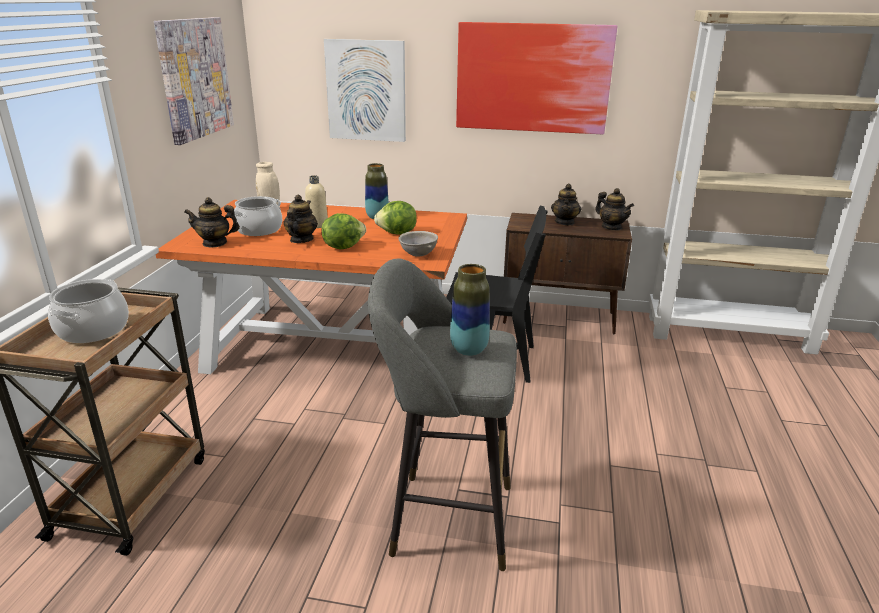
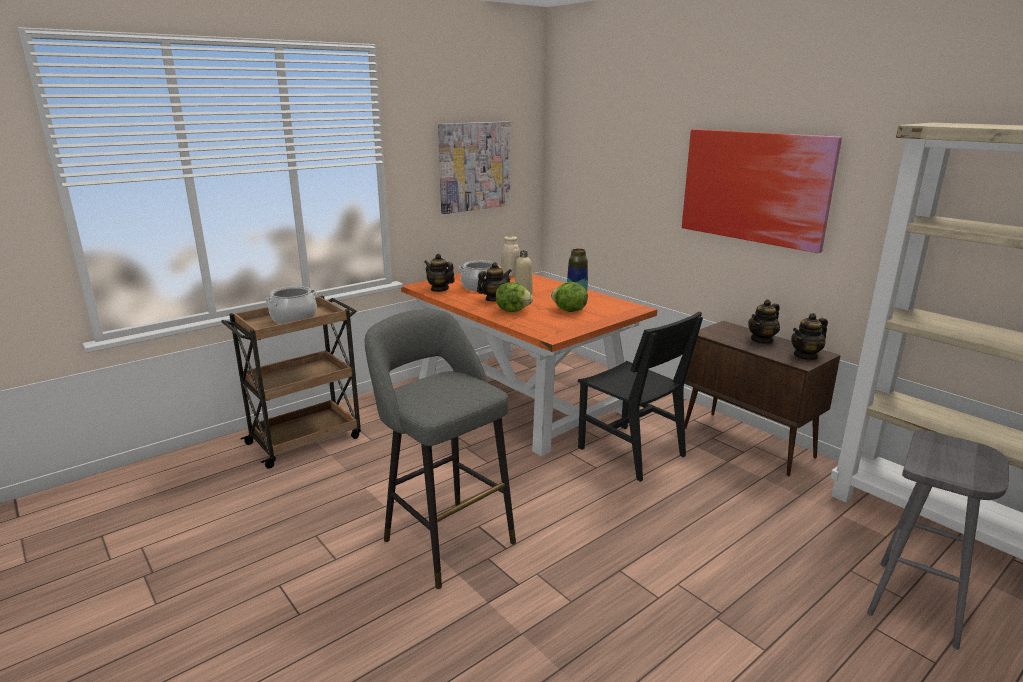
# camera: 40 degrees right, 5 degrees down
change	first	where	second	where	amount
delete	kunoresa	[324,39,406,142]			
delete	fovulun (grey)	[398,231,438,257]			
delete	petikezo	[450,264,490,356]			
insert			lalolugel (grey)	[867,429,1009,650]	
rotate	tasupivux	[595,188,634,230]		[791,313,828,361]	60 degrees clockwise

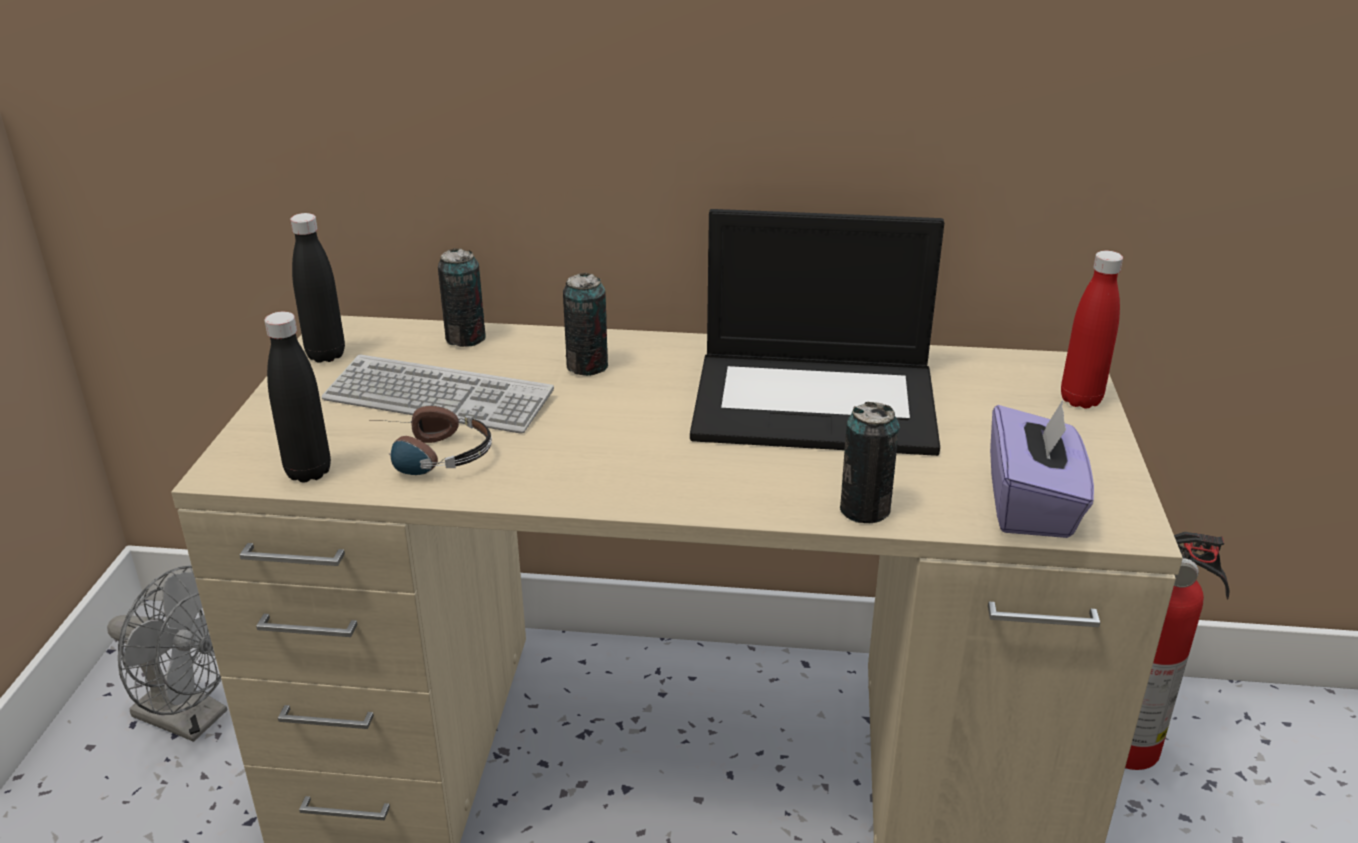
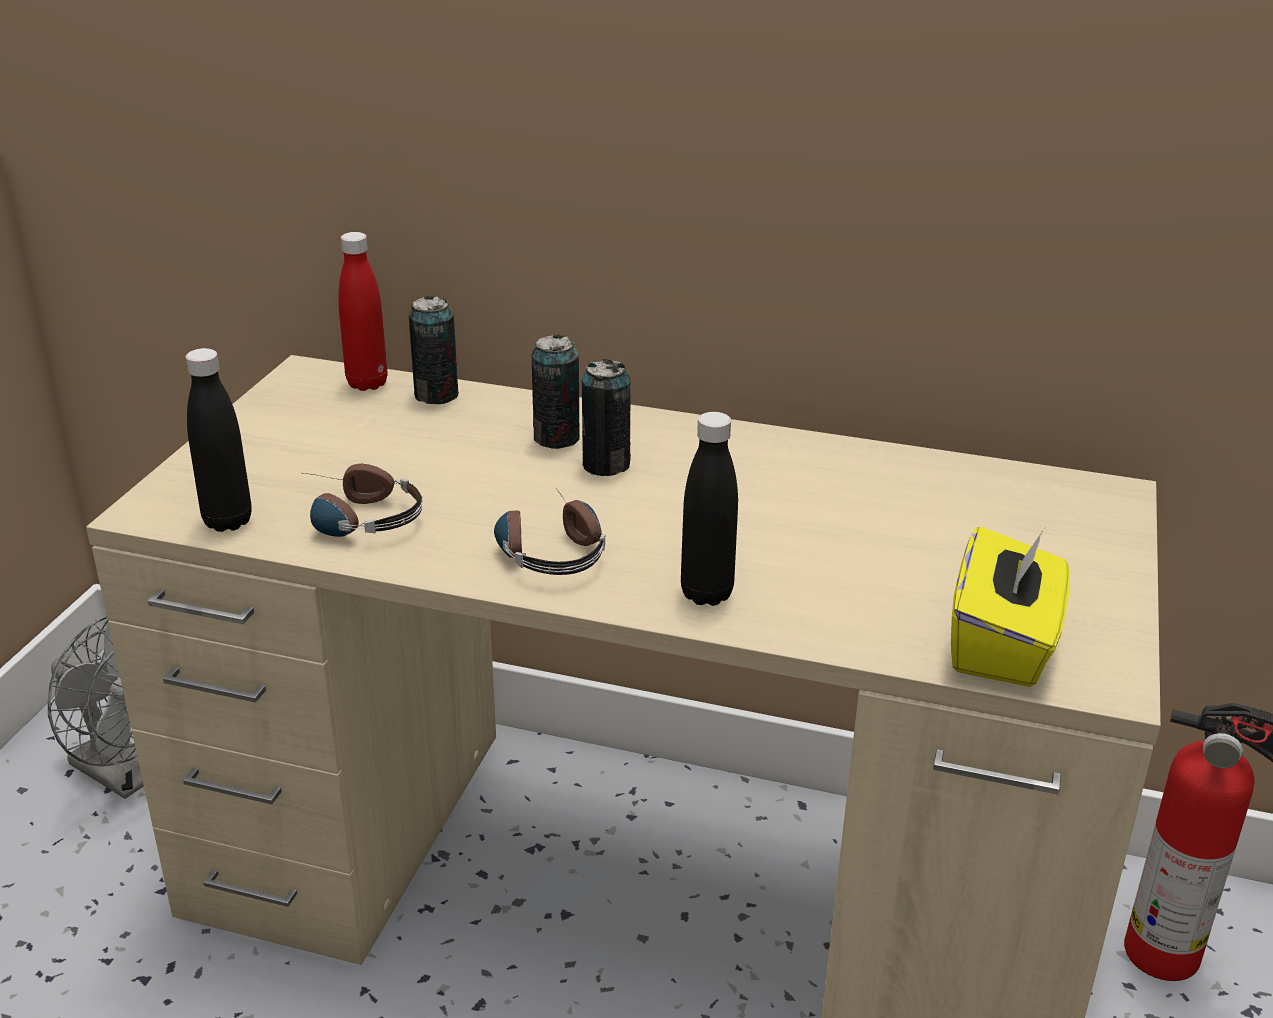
# camera: 10 degrees right, 0 degrees up
change	first	where	second	where	amount
delete	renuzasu	[322,355,554,434]			
delete	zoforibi	[690,209,944,456]			
insert			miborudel	[494,488,605,575]	
move	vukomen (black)	[290,213,345,363]		[681,412,738,606]	
move	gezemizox	[840,402,900,523]		[582,359,631,476]	
move	vukomen (red)	[1061,251,1123,409]		[338,232,388,391]	
recolor	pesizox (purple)	[990,400,1094,538]	pesizox (yellow)	[951,527,1070,687]	

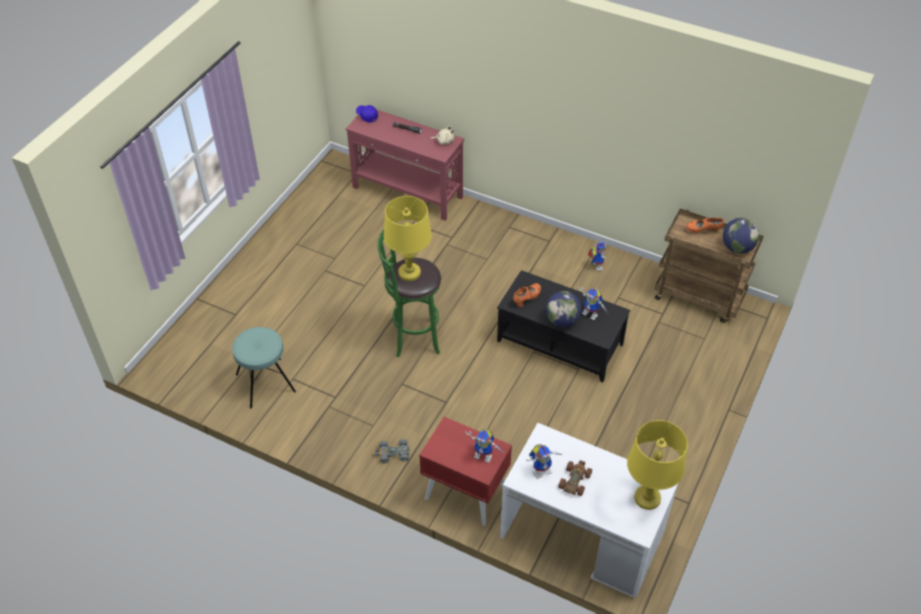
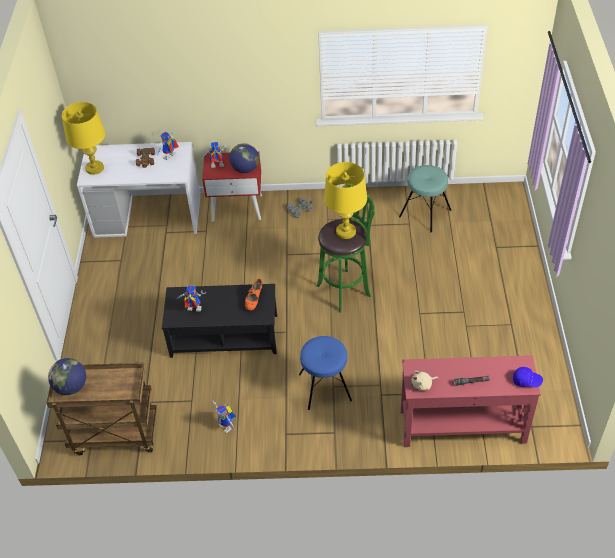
# camera: 155 degrees right, 0 degrees up
change	first	where	second	where	amount
delete	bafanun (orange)	[686,217,724,233]			
insert			lalolugel (blue)	[299,336,352,410]	
move	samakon	[546,291,582,327]		[229,143,259,173]	

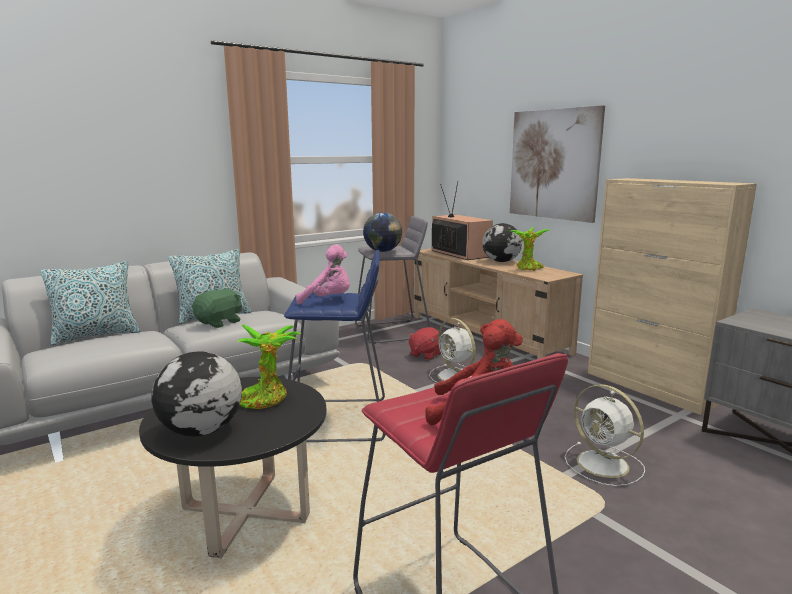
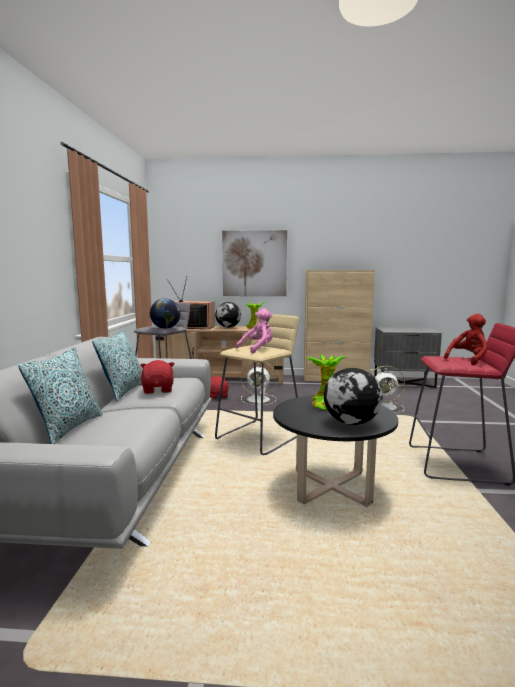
# camera: 50 degrees left, 5 degrees down
change	first	where	second	where	amount
recolor	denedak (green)	[193,289,242,328]	denedak (red)	[140,360,175,394]	
recolor	lalolugel (blue)	[284,250,385,442]	lalolugel (beige)	[215,314,299,455]	

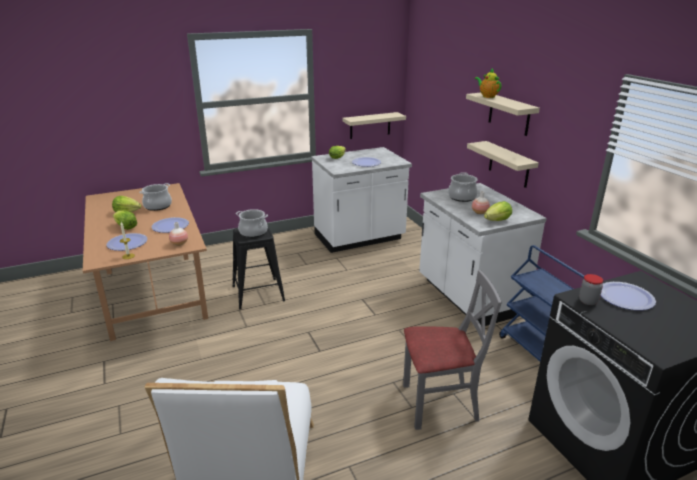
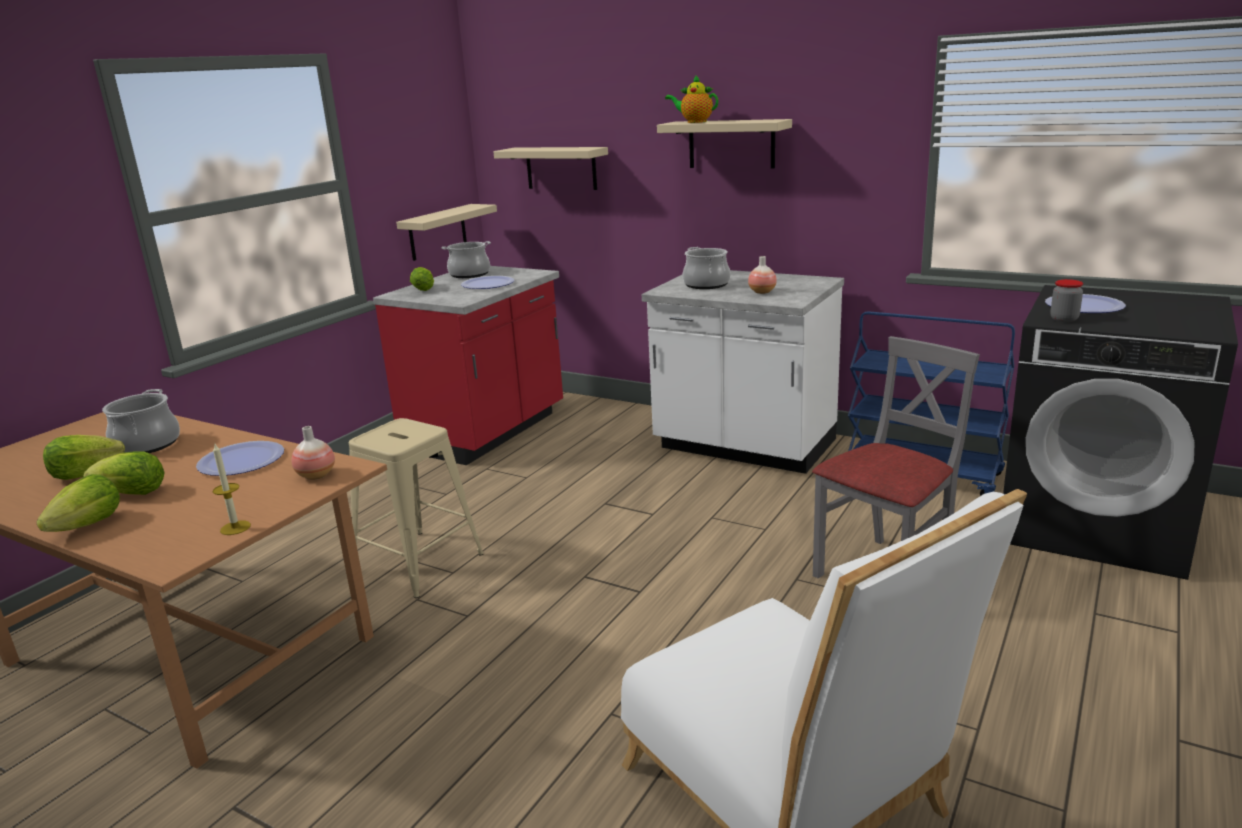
# camera: 35 degrees left, 5 degrees down
change	first	where	second	where	amount
delete	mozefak	[107,233,147,251]			
move	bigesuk	[236,209,268,238]		[441,241,491,278]	
move	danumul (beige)	[467,141,539,188]		[493,147,608,190]	
move	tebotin	[484,201,512,221]		[36,474,120,532]	
recolor	lalolugel (black)	[232,227,285,310]	lalolugel (beige)	[349,418,484,598]	
recolor	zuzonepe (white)	[311,147,412,253]	zuzonepe (red)	[373,266,563,465]	

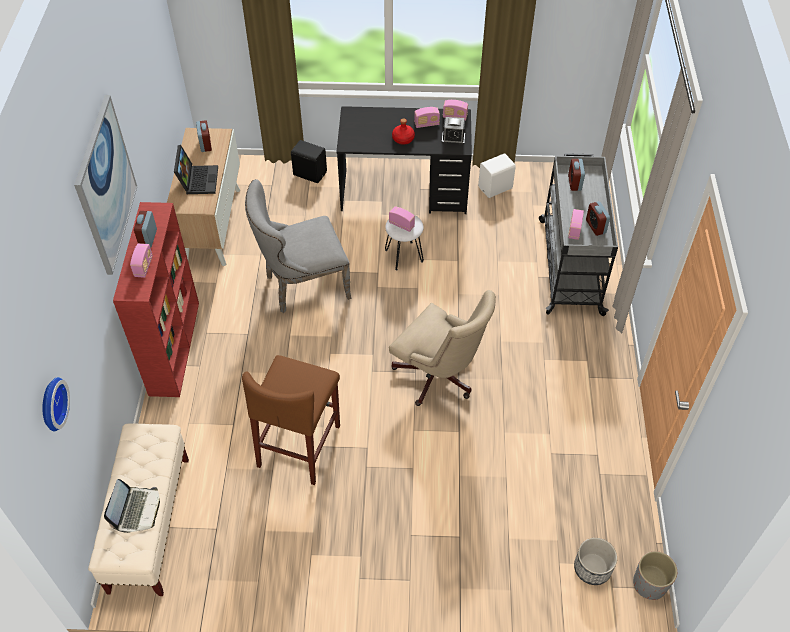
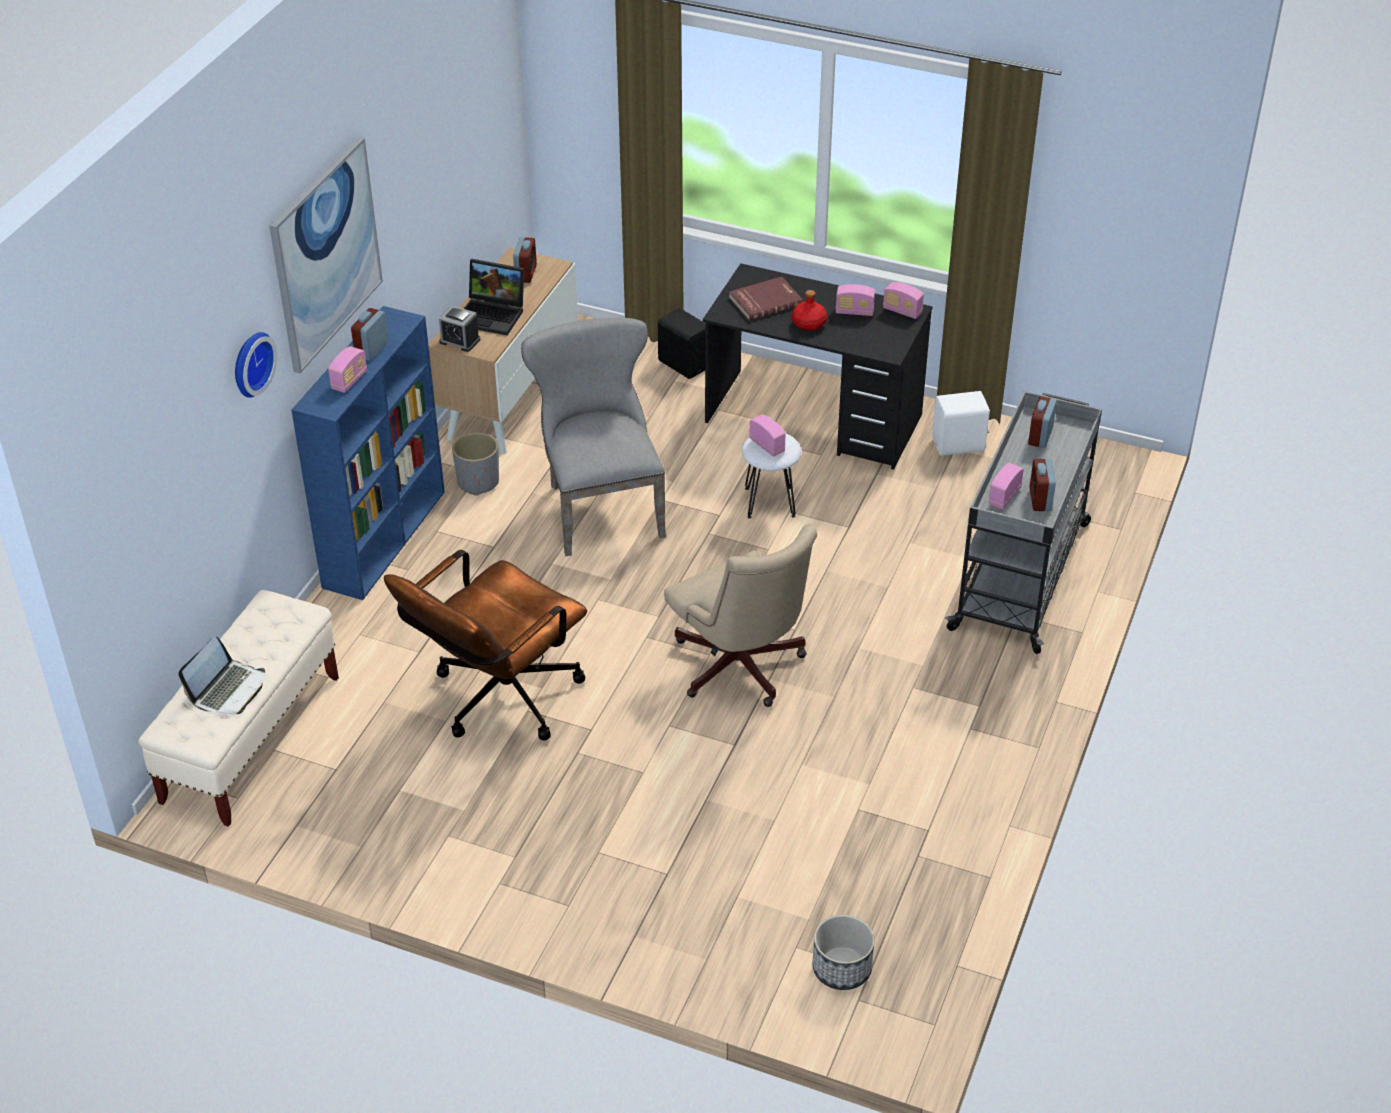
# camera: 20 degrees right, 10 degrees down
change	first	where	second	where	amount
insert			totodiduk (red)	[729,277,803,321]	
move	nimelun	[43,377,70,432]		[235,332,277,398]	
move	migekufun	[442,117,465,145]		[439,305,480,352]	
move	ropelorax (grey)	[633,551,677,600]		[452,432,499,496]	
replace	lalolugel (brown)	[242,355,340,485]	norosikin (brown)	[384,550,587,740]	
recolor	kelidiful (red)	[113,202,199,397]	kelidiful (blue)	[291,306,445,600]	
rotate	zoforibi	[174,145,218,194]		[464,259,524,336]	90 degrees clockwise
rotate	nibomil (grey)	[245,179,351,313]		[521,318,666,556]	75 degrees clockwise

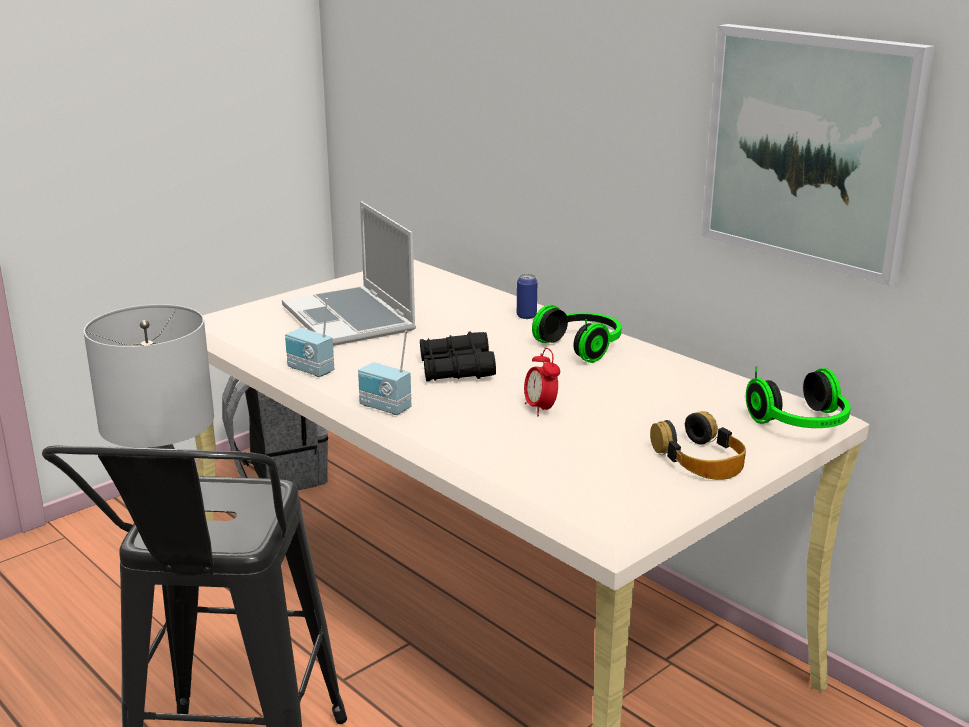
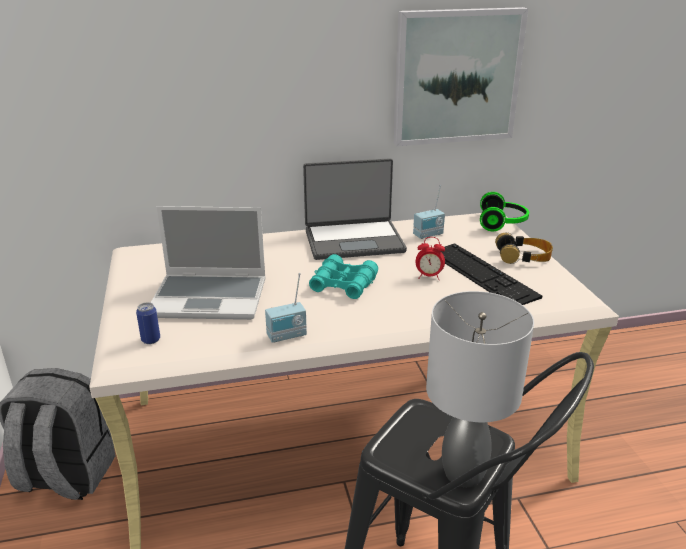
# camera: 60 degrees left, 5 degrees up
change	first	where	second	where	amount
insert			renuzasu	[441,243,542,305]	
move	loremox	[358,331,411,415]		[413,185,445,239]	
move	gezemizox	[517,274,537,319]		[136,302,160,344]	
replace	miborudel	[532,305,622,363]	zoforibi	[303,158,407,260]	
recolor	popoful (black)	[420,331,496,382]	popoful (turquoise)	[309,254,378,299]	

